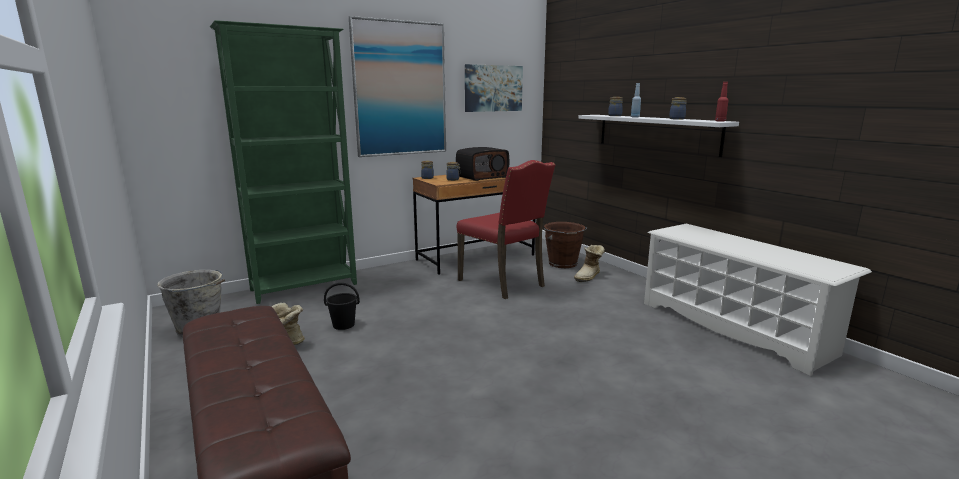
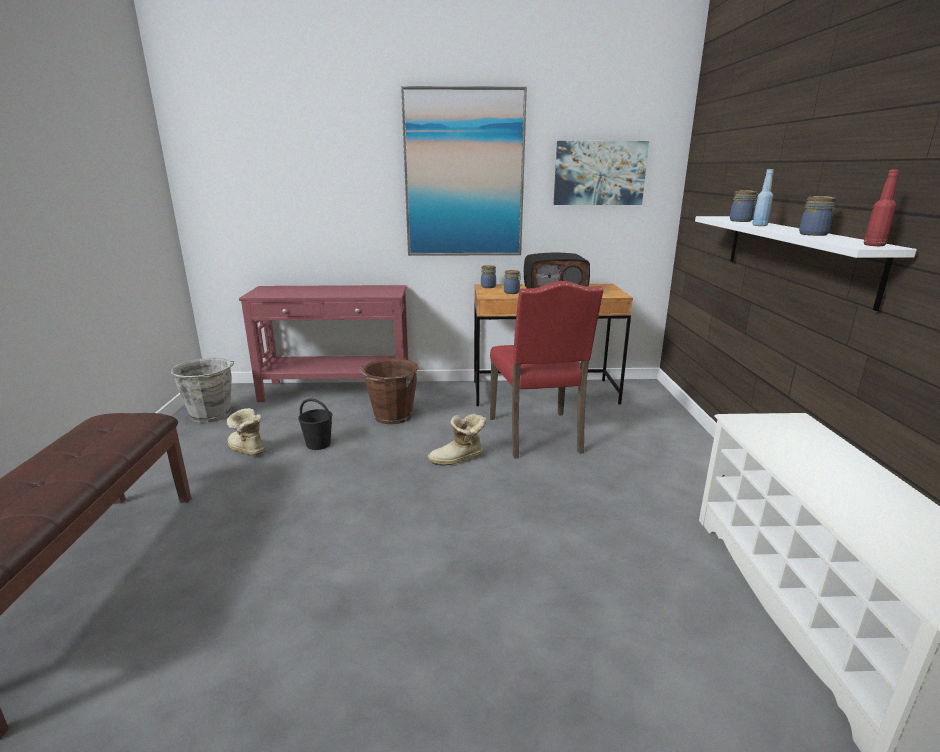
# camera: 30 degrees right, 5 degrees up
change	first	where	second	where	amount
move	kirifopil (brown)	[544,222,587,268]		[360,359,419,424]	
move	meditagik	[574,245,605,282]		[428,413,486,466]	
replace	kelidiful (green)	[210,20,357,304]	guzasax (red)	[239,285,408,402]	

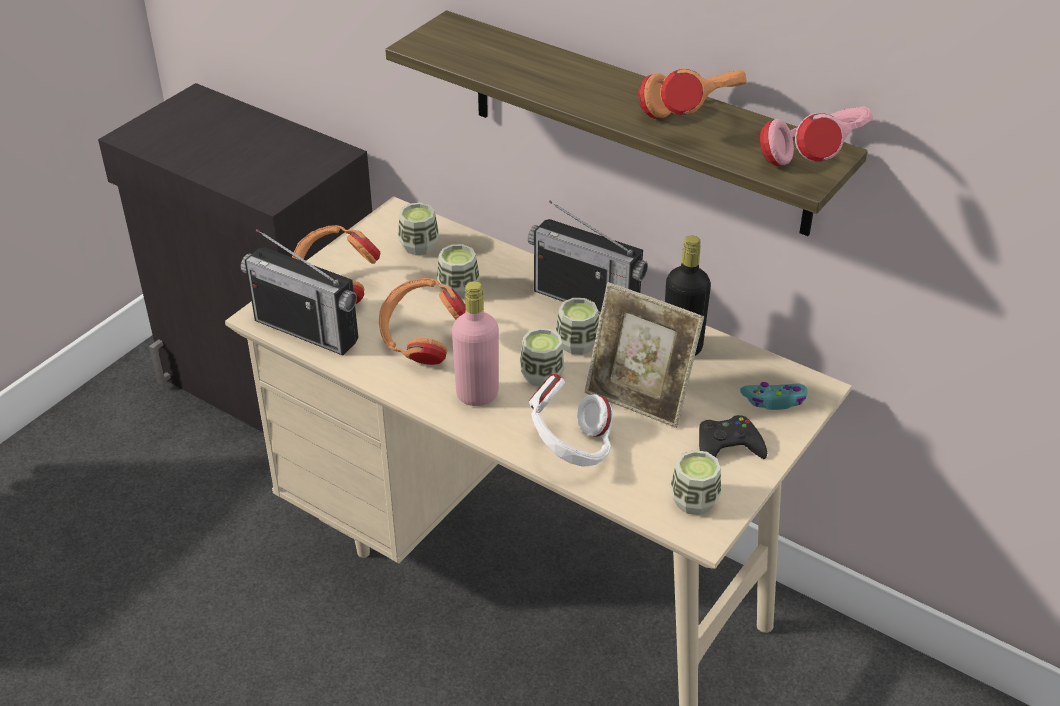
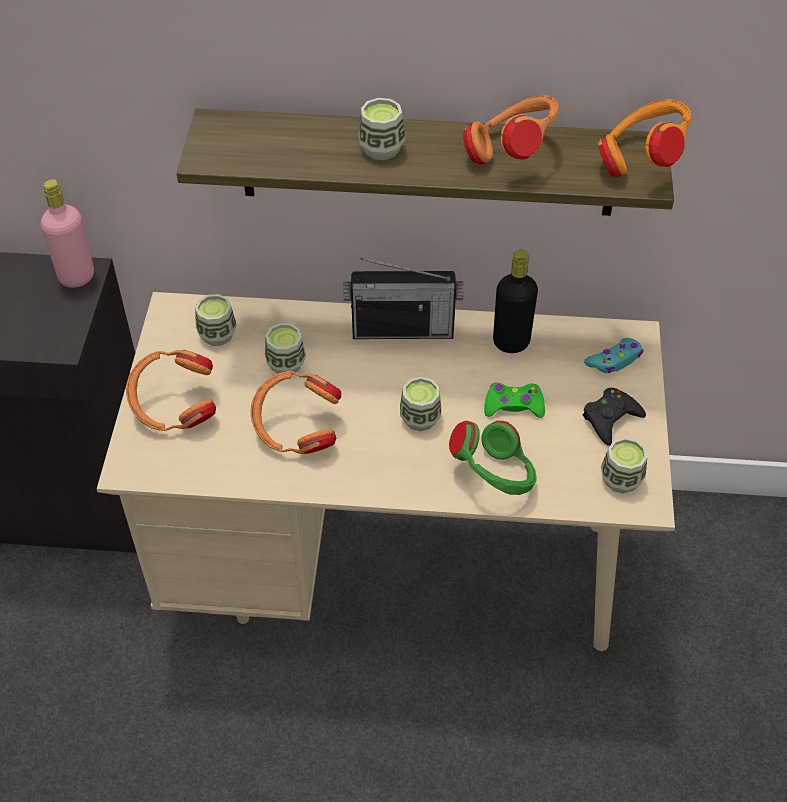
# camera: 30 degrees left, 10 degrees up
change	first	where	second	where	amount
delete	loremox	[241,229,358,356]			
move	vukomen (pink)	[452,281,499,406]		[41,179,94,288]	
move	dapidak	[556,298,599,355]		[358,98,405,160]	
replace	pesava	[585,282,704,428]	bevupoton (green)	[484,383,545,418]	
recolor	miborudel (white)	[529,374,613,467]	miborudel (green)	[449,421,537,495]	
recolor	miborudel (pink)	[760,106,873,166]	miborudel (orange)	[598,99,692,177]	

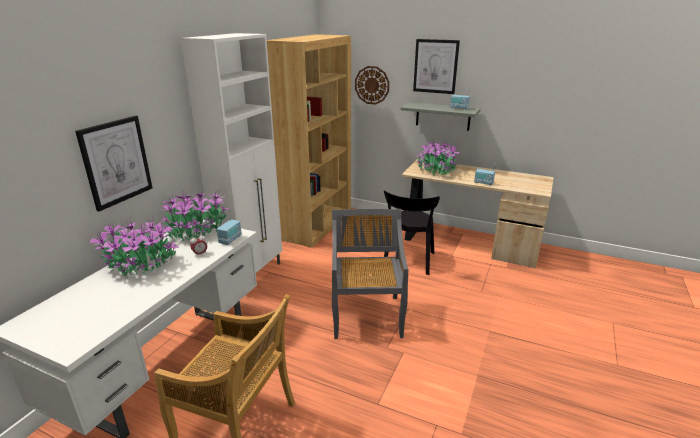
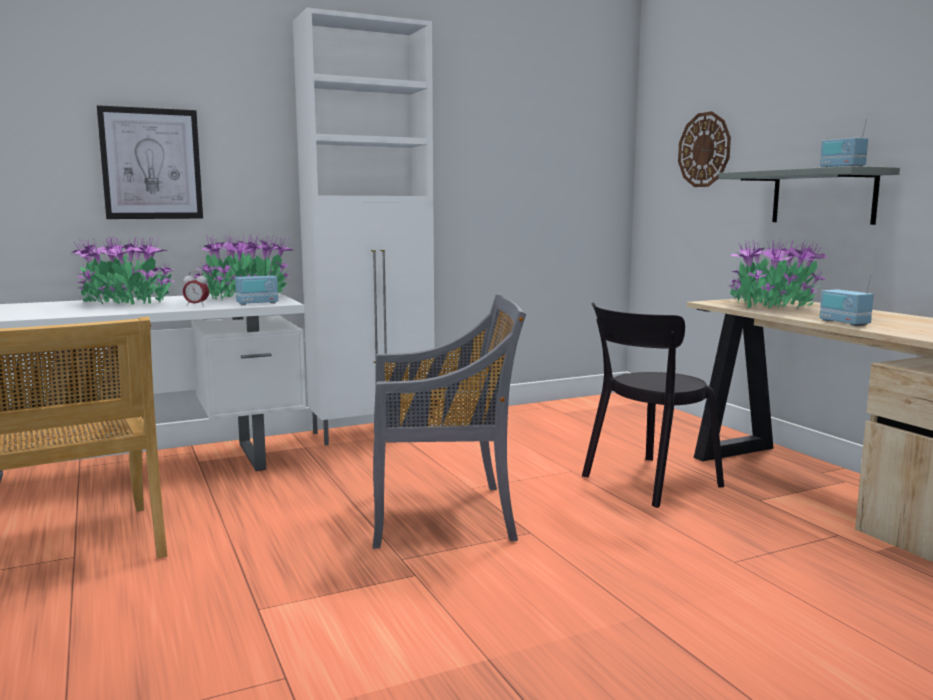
# camera: 40 degrees right, 15 degrees down
change	first	where	second	where	amount
delete	kelidiful (brown)	[267,34,351,248]			
delete	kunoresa	[413,39,460,94]			
rotate	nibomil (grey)	[332,209,408,339]		[373,294,526,549]	45 degrees clockwise

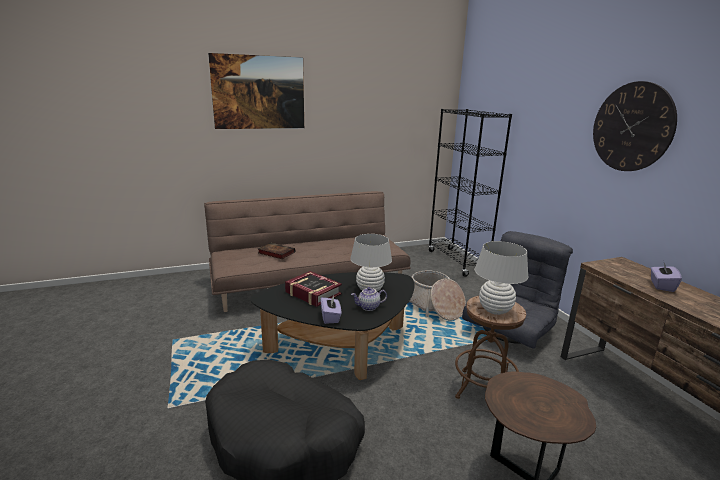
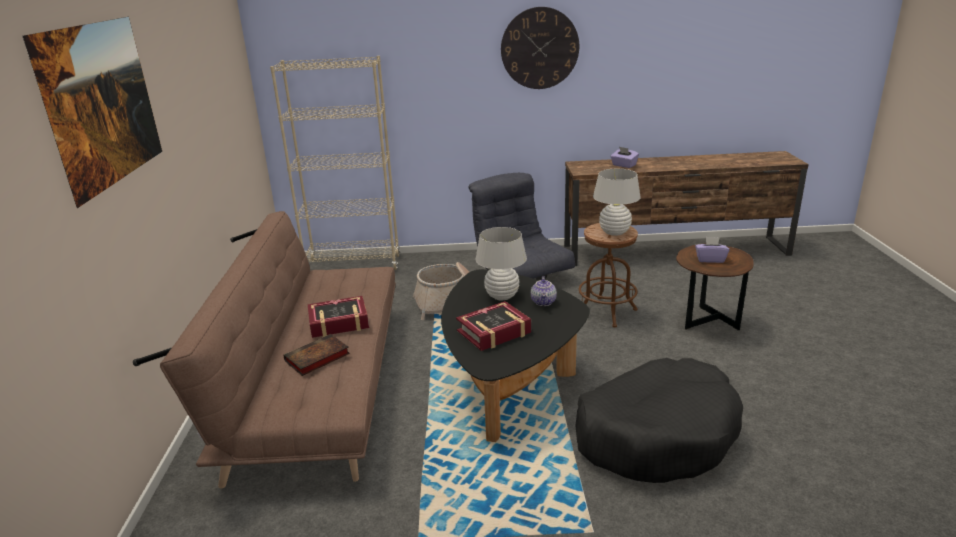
# camera: 70 degrees left, 5 degrees up
change	first	where	second	where	amount
insert			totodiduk	[308,296,369,338]	
move	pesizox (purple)	[320,295,341,324]		[695,237,729,263]	
recolor	kelidiful (black)	[428,109,512,277]	kelidiful (beige)	[270,56,400,270]	

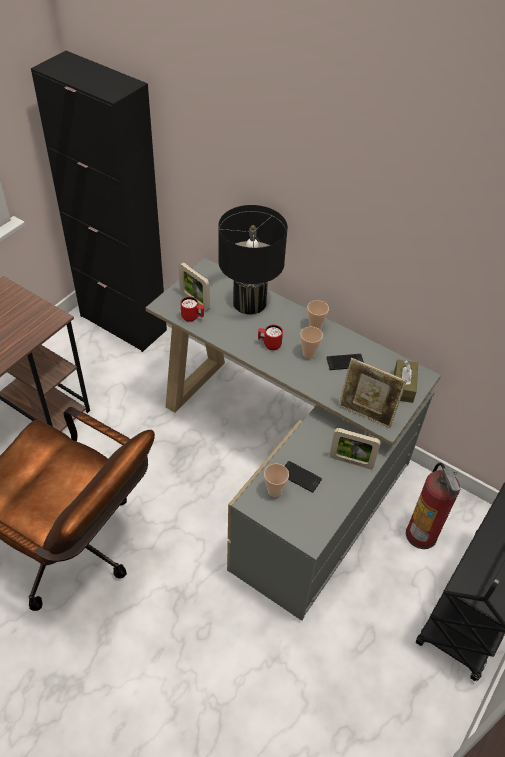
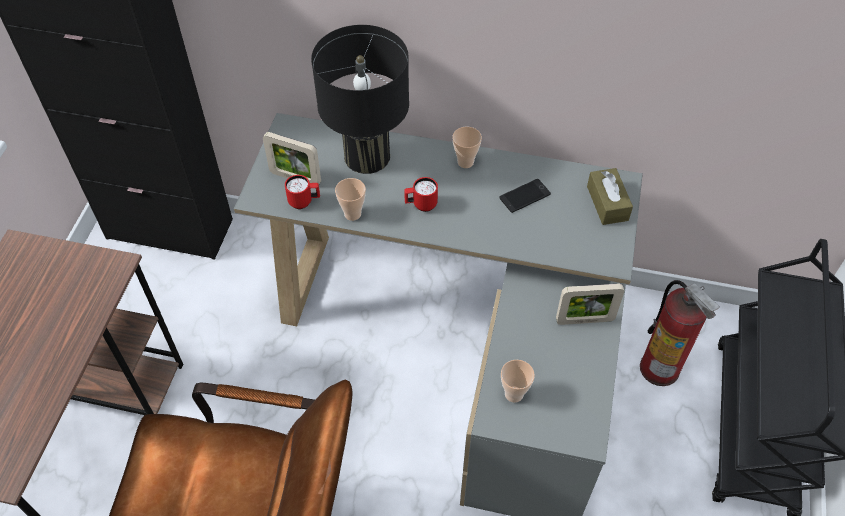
# camera: 20 degrees left, 5 degrees up
change	first	where	second	where	amount
delete	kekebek	[285,461,322,493]			
delete	pesava	[339,358,407,428]			
move	dapidak	[300,327,323,359]		[335,178,366,221]	

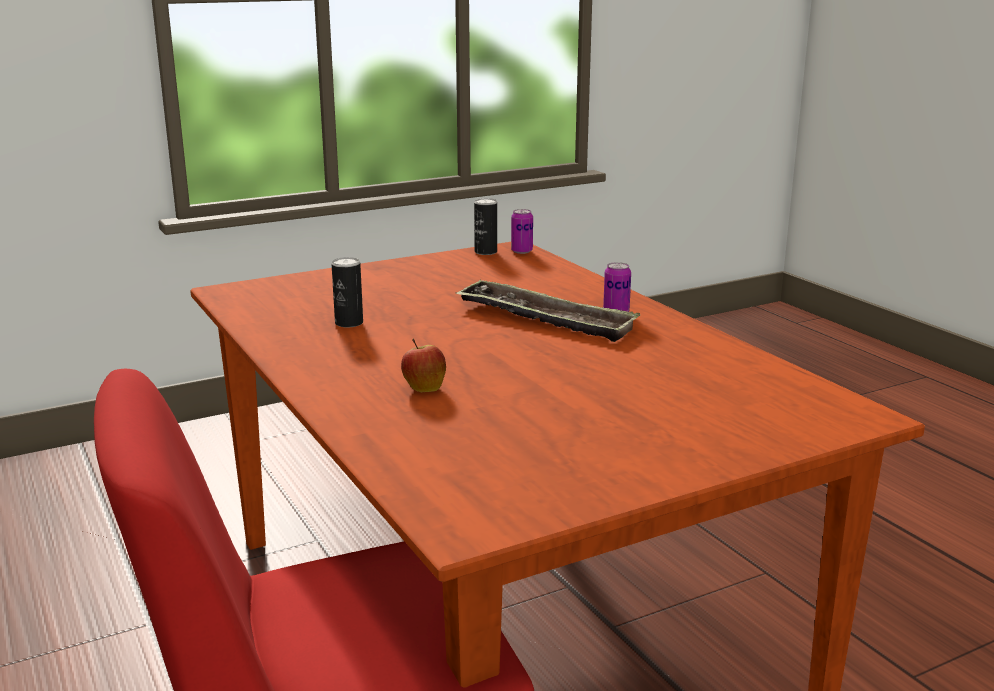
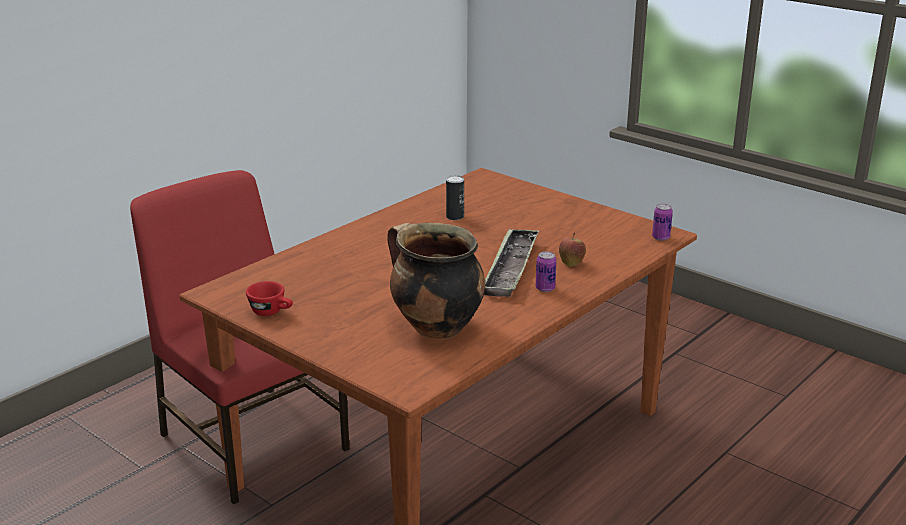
# camera: 70 degrees right, 5 degrees up
change	first	where	second	where	amount
delete	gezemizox	[474,198,497,255]			
insert			dapidak (red)	[246,281,293,316]	
insert			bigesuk	[387,223,485,339]	
move	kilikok	[401,338,446,392]		[559,233,586,267]	

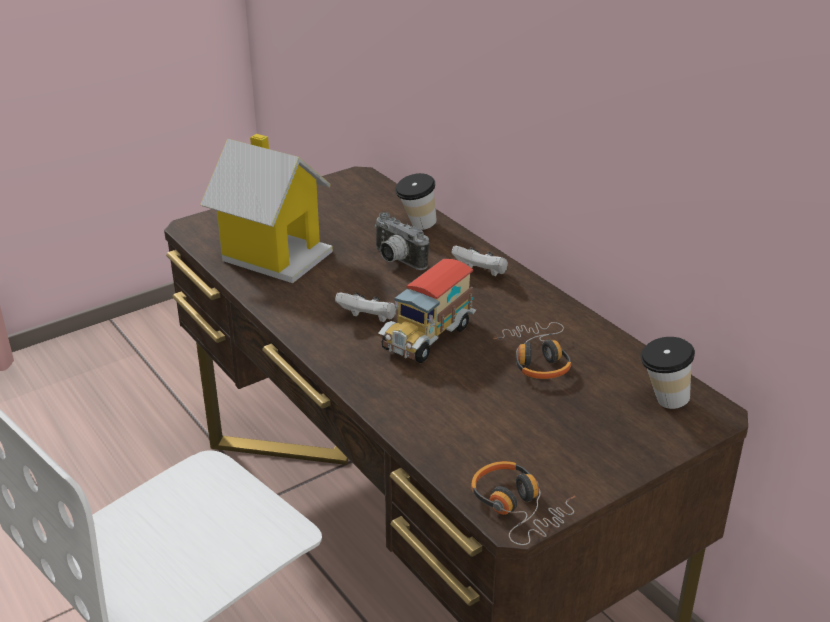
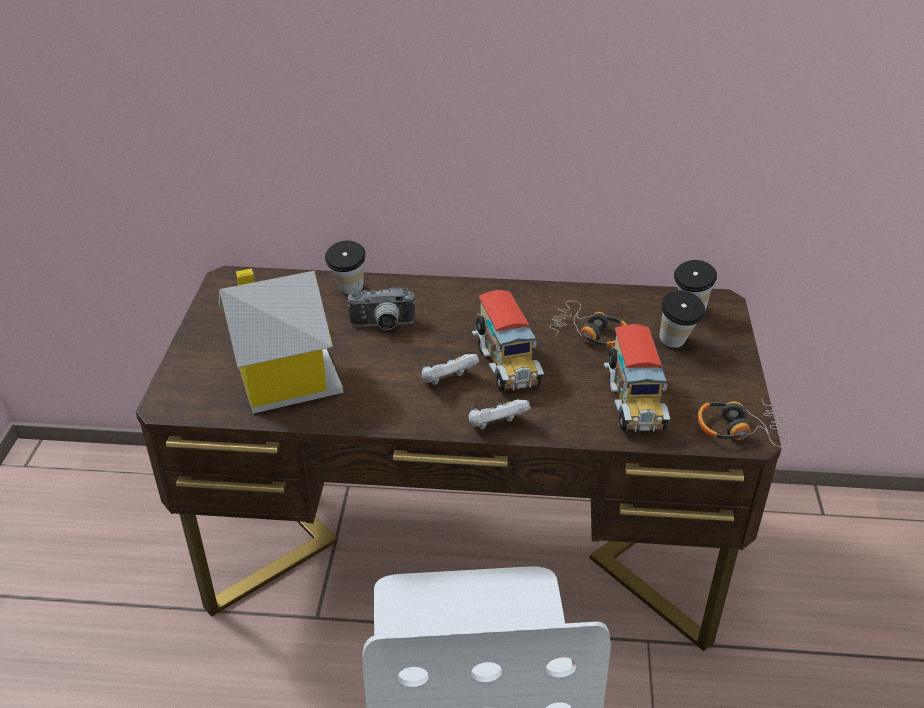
# camera: 50 degrees left, 5 degrees up
change	first	where	second	where	amount
insert			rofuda	[604,324,670,432]	
insert			dapidak	[659,291,705,348]	
move	bevupoton (white)	[452,245,508,276]		[469,400,530,429]	

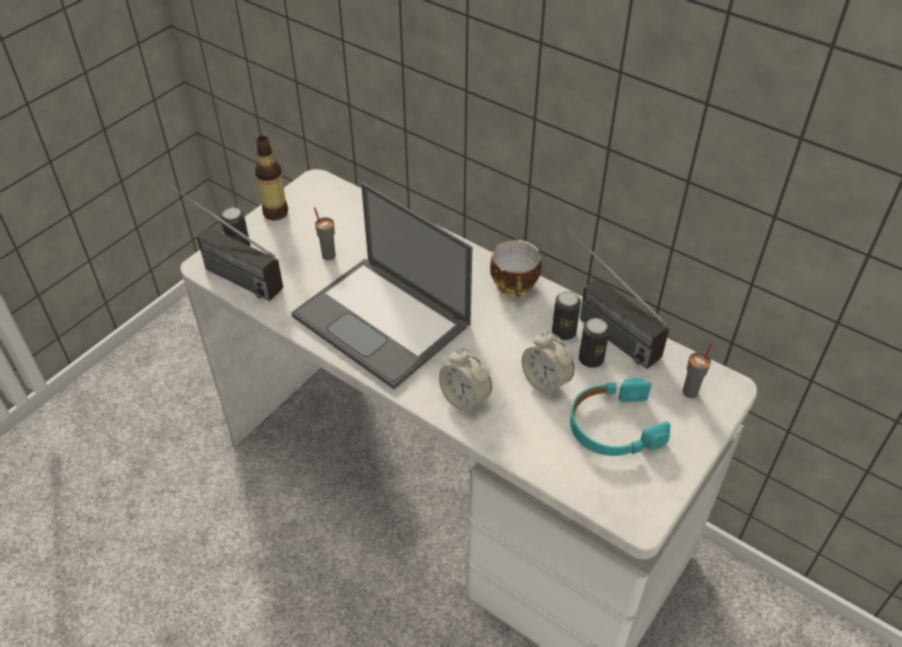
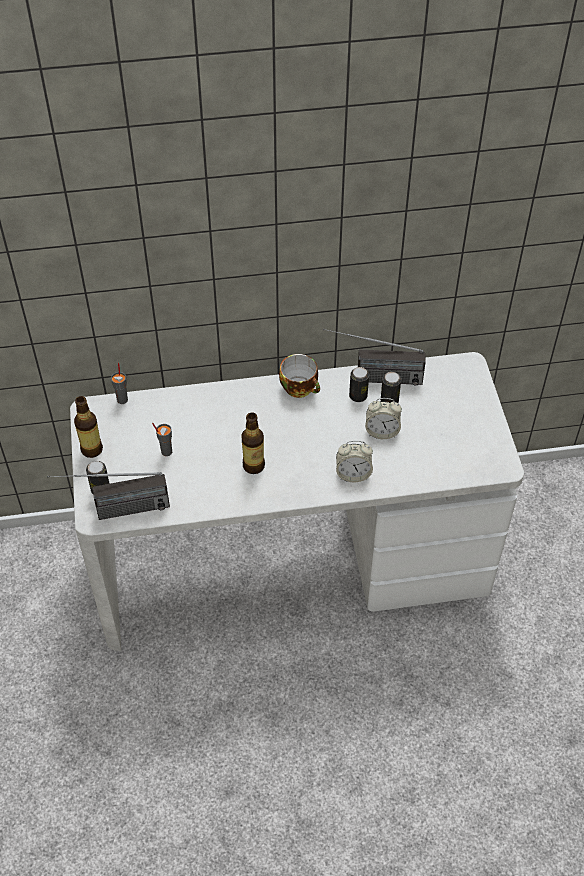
# camera: 45 degrees left, 5 degrees up
change	first	where	second	where	amount
delete	miborudel (turquoise)	[570,377,671,456]			
move	dapidak (grey)	[683,342,713,398]		[111,363,128,404]	
replace	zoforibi	[291,182,472,389]	vukomen	[241,413,265,474]	

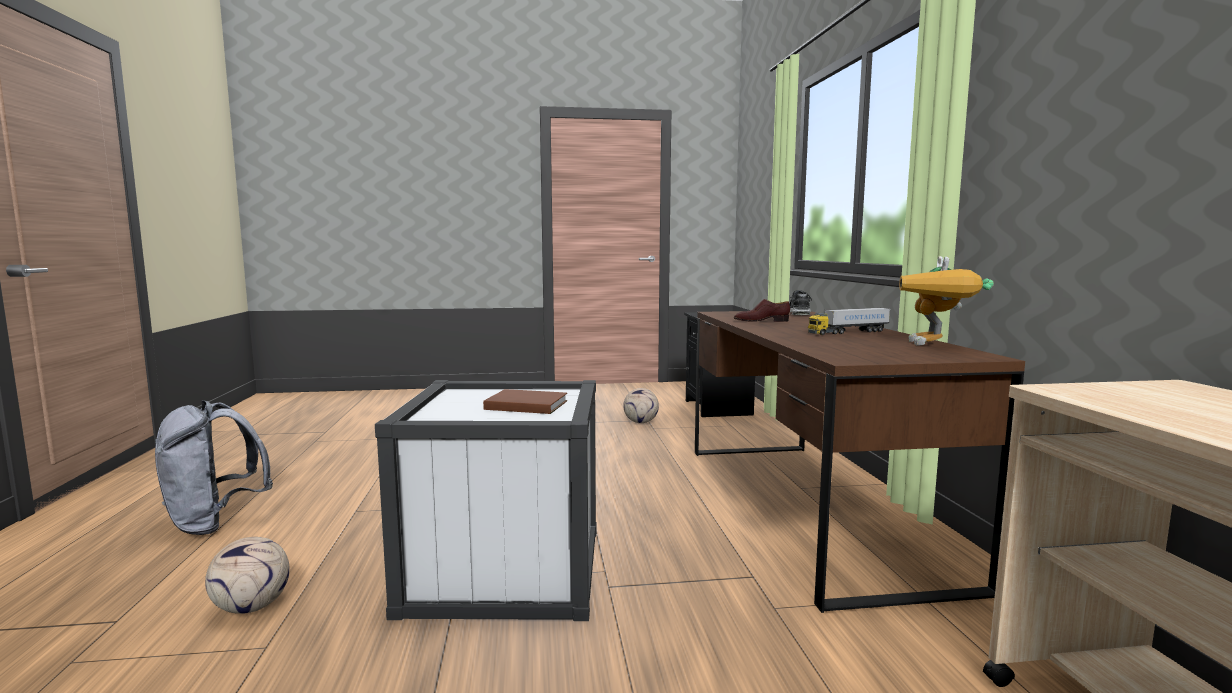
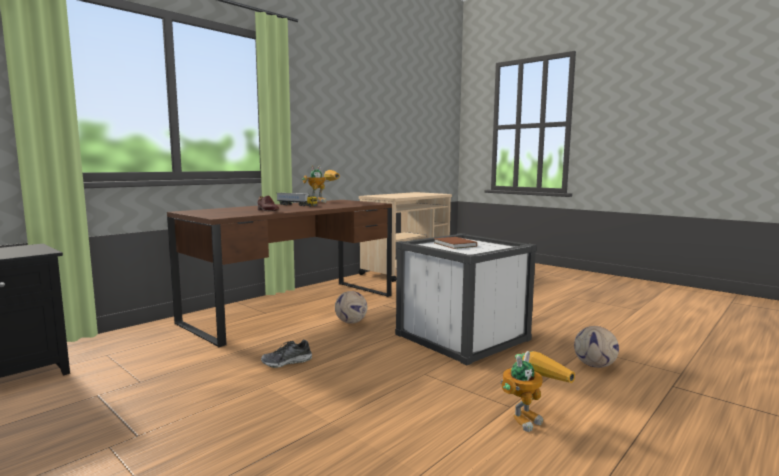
# camera: 130 degrees left, 0 degrees up
change	first	where	second	where	amount
delete	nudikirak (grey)	[155,400,273,535]			
insert			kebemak	[501,351,575,432]	
move	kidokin	[623,388,659,423]		[335,291,367,324]	
move	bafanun	[789,290,812,315]		[261,340,312,368]	

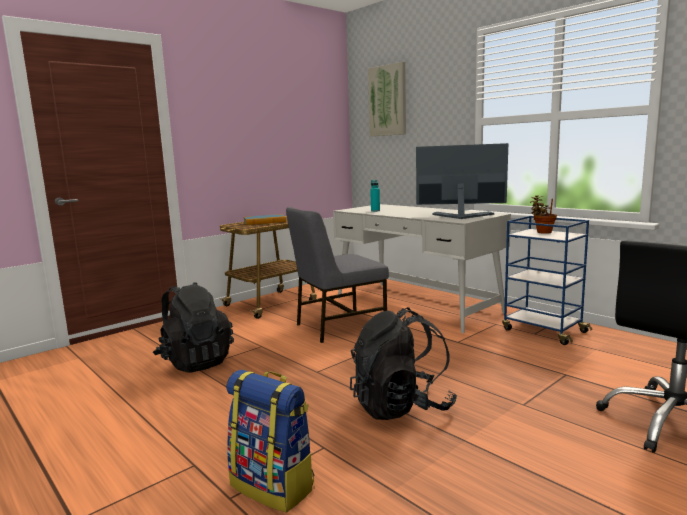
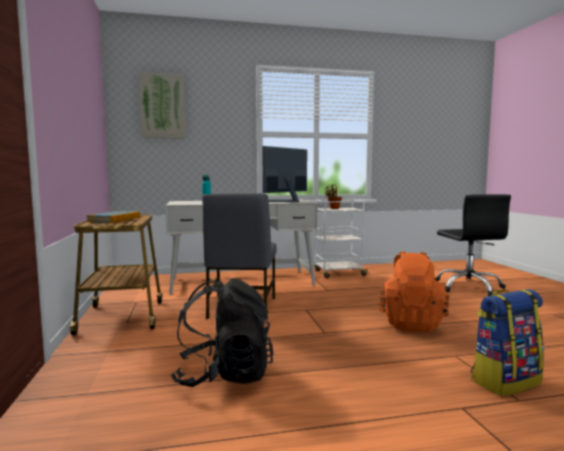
# camera: 60 degrees left, 5 degrees down
change	first	where	second	where	amount
recolor	nudikirak (black)	[350,307,457,420]	nudikirak (orange)	[379,251,450,332]	
recolor	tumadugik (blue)	[502,216,592,345]	tumadugik (white)	[314,199,369,278]	

